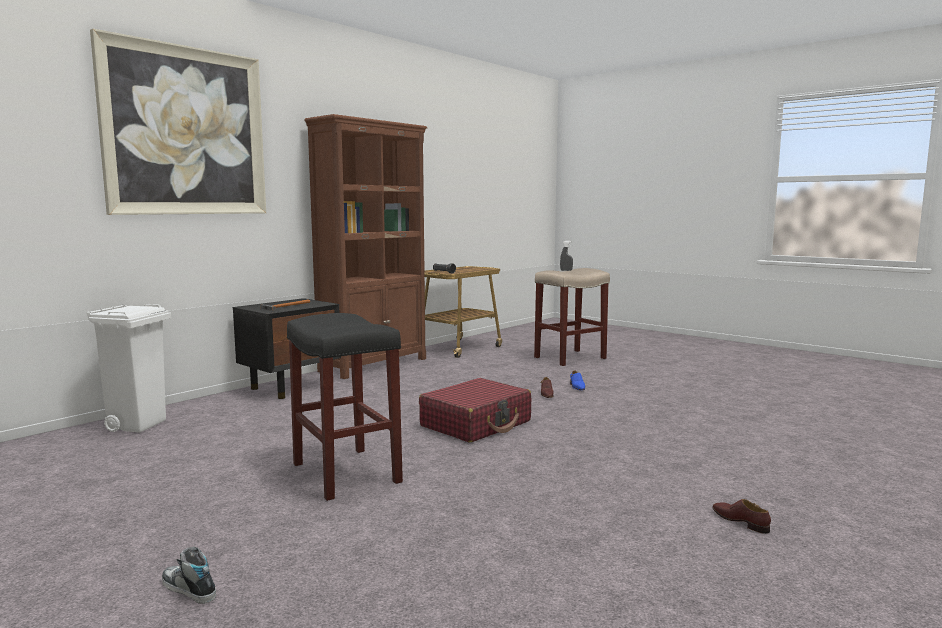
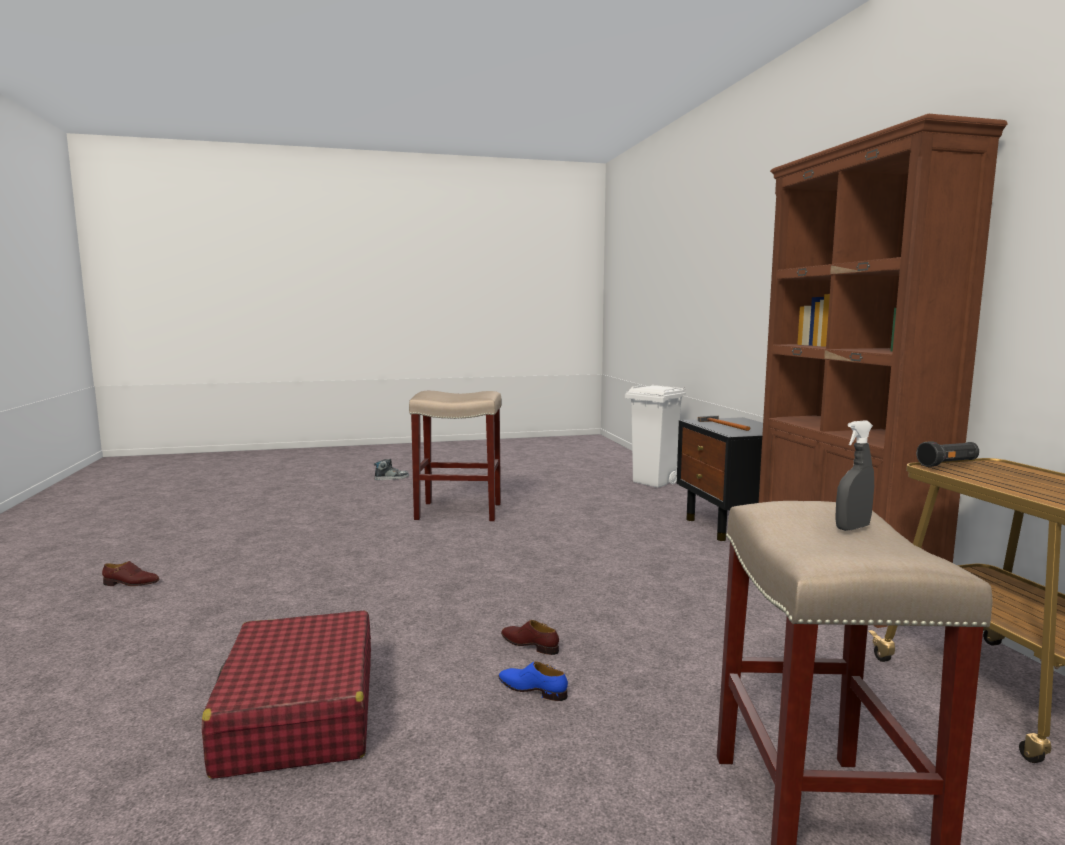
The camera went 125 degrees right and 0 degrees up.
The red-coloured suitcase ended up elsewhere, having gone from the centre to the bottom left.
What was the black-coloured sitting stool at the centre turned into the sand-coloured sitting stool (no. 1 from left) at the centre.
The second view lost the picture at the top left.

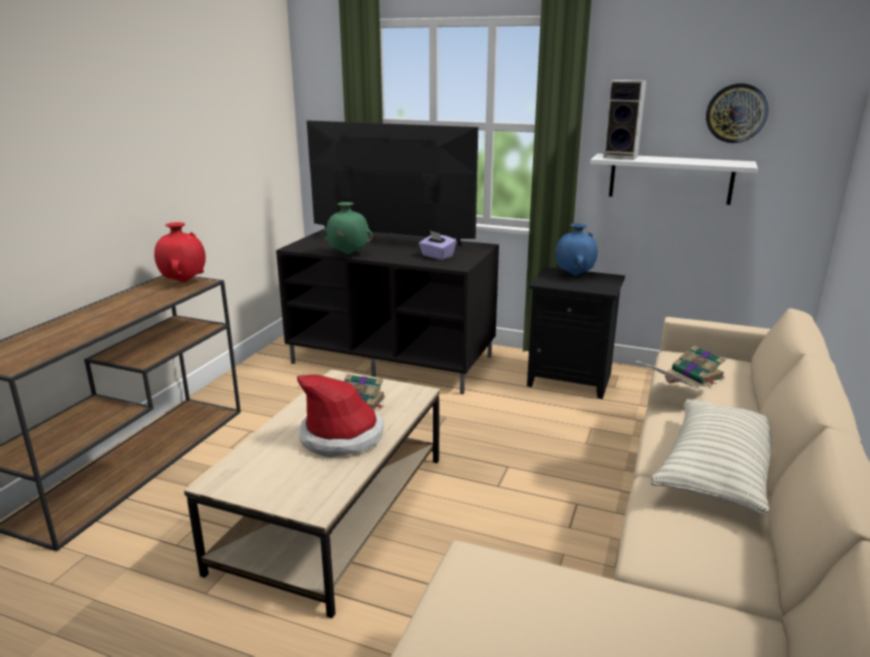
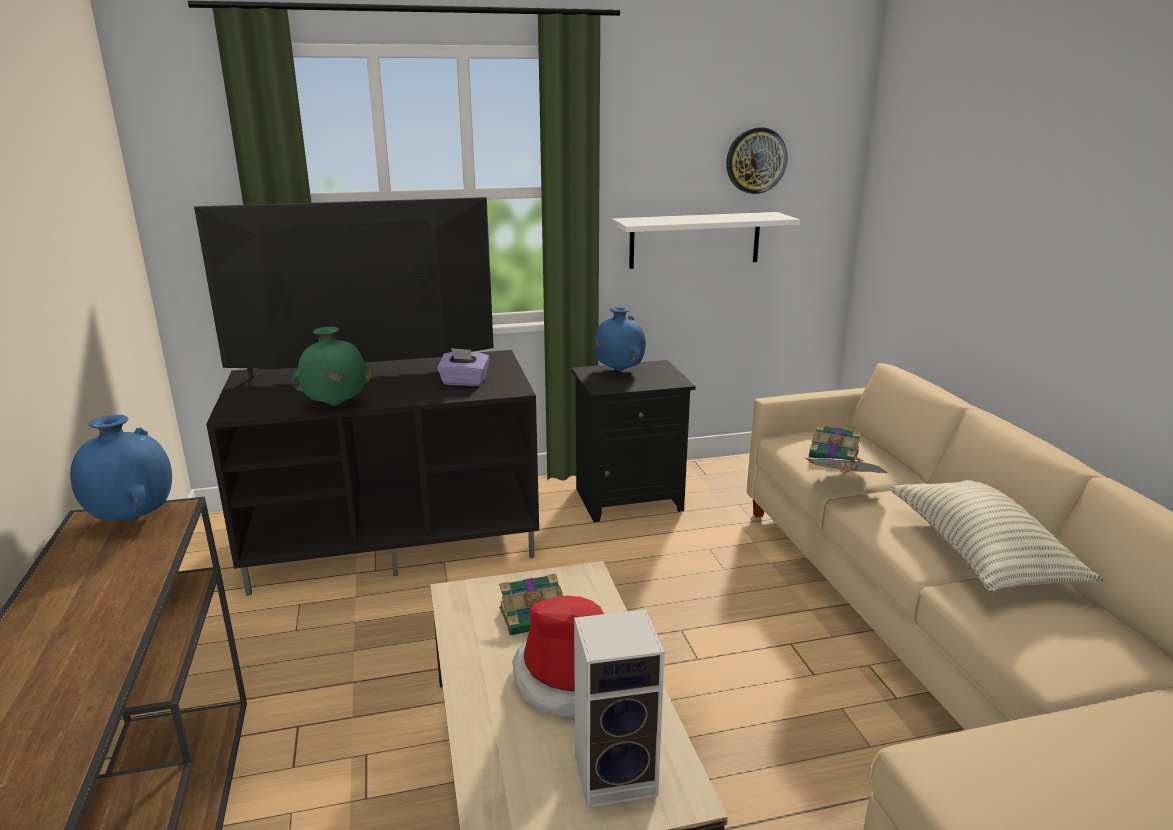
The camera went 35 degrees left and 0 degrees up.
What was the red-coloured flower vase at the middle left turned into the blue flower vase (no. 1 from left) at the middle left.
The speaker ended up elsewhere, having gone from the top right to the bottom centre.

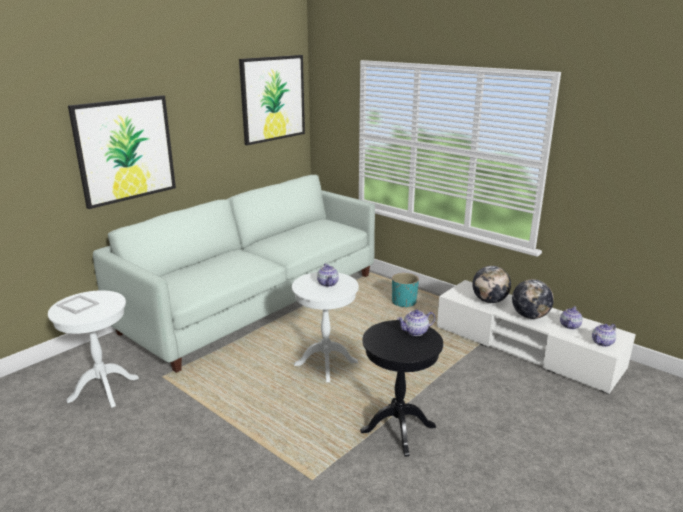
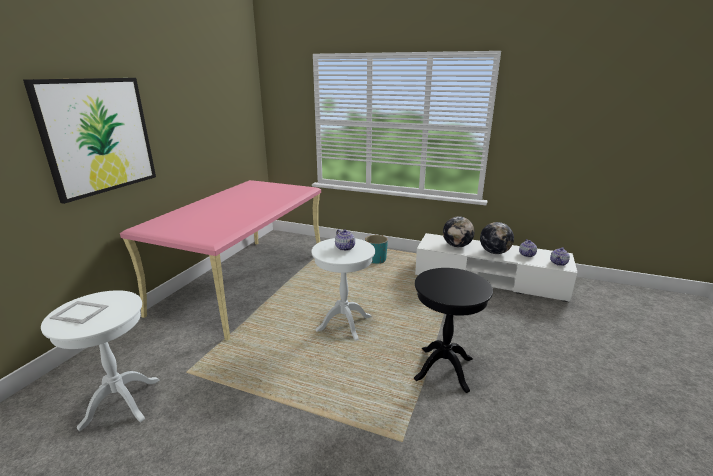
The camera went 20 degrees left and 0 degrees up.
Where the white-coloured settee stood at the centre, the pink-coloured desk came to stand at the middle left.
The second view lost the picture (no. 2 from left) at the top centre.
The second view lost the teapot (no. 2 from left) at the centre.

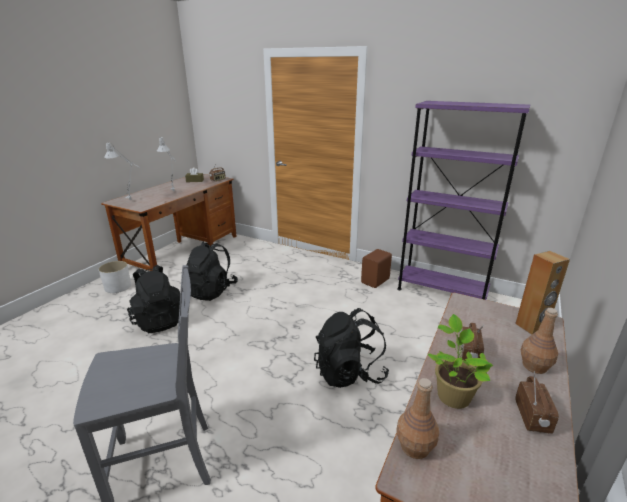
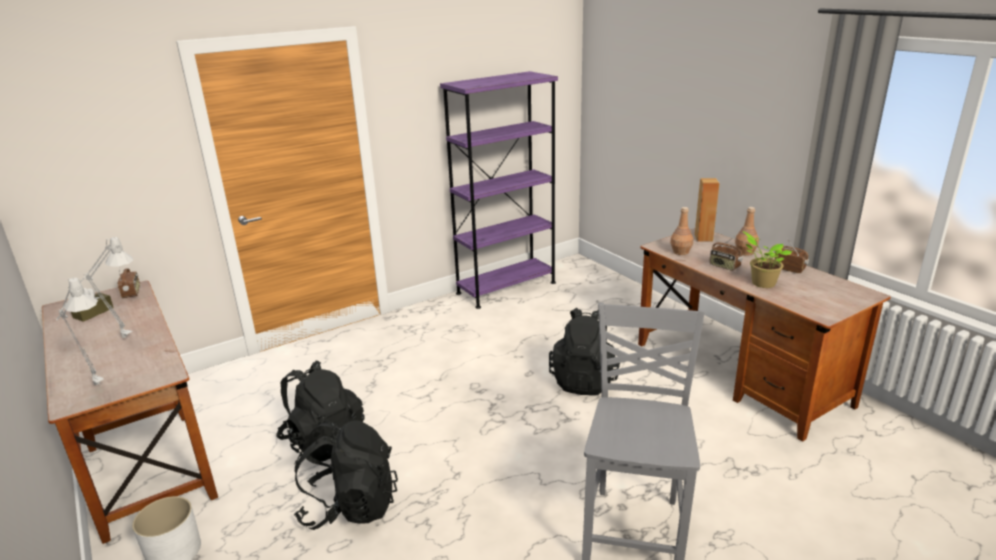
The camera went 60 degrees left and 0 degrees up.
The brown drink bottle (no. 1 from left) ended up elsewhere, having gone from the bottom right to the middle right.
The second view lost the brown speaker (no. 1 from left) at the centre.

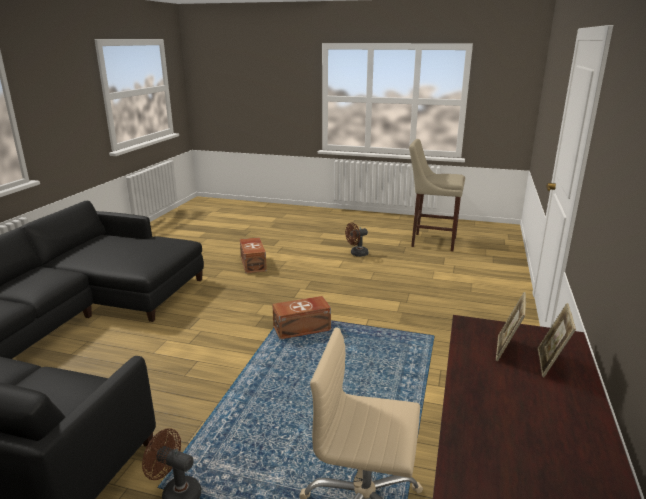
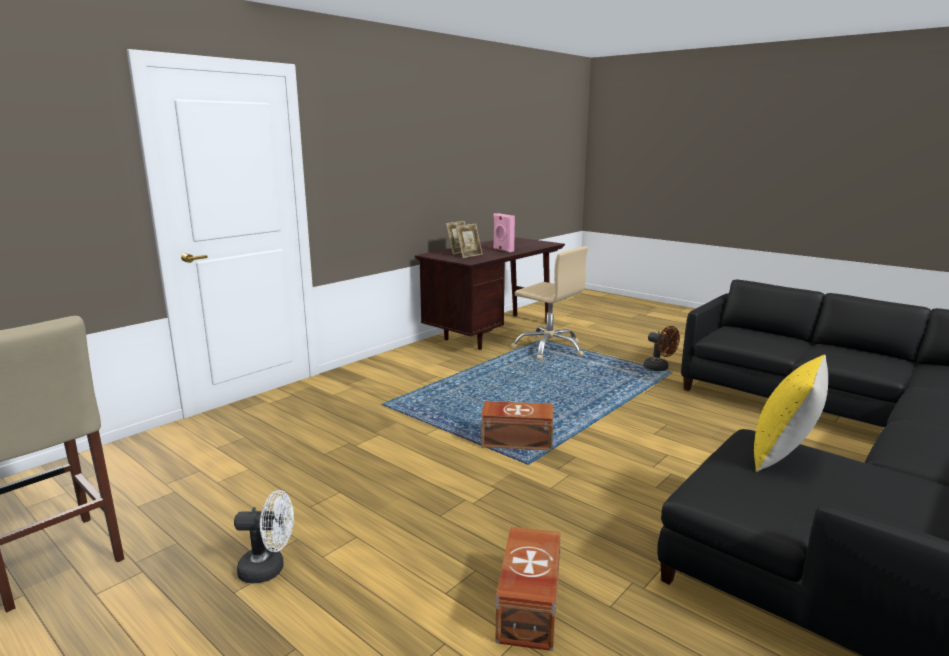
The camera went 155 degrees left and 5 degrees down.
What was the brown electric fan (no. 2 from left) at the centre turned into the white-coloured electric fan at the bottom left.
The second view gained the pink-coloured speaker at the centre.
The second view gained the yellowish cushion at the middle right.

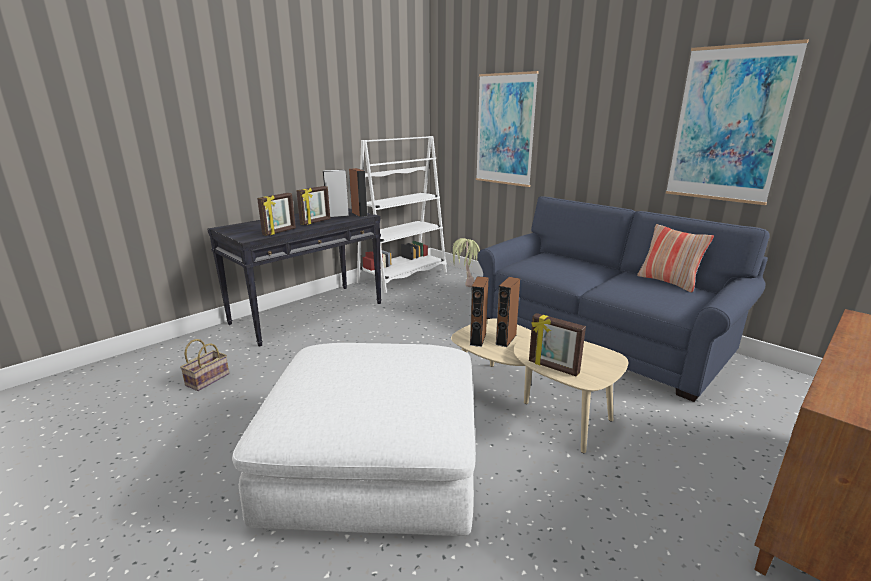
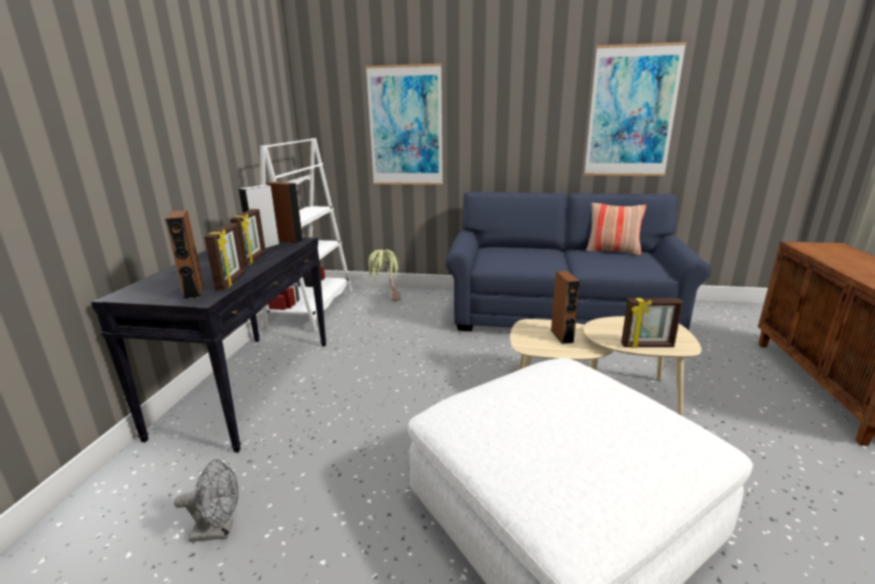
The camera went 35 degrees left and 0 degrees up.
The brown speaker (no. 2 from left in the first image) ended up elsewhere, having gone from the centre to the middle left.
Where the basket stood at the middle left, the grey electric fan came to stand at the bottom left.

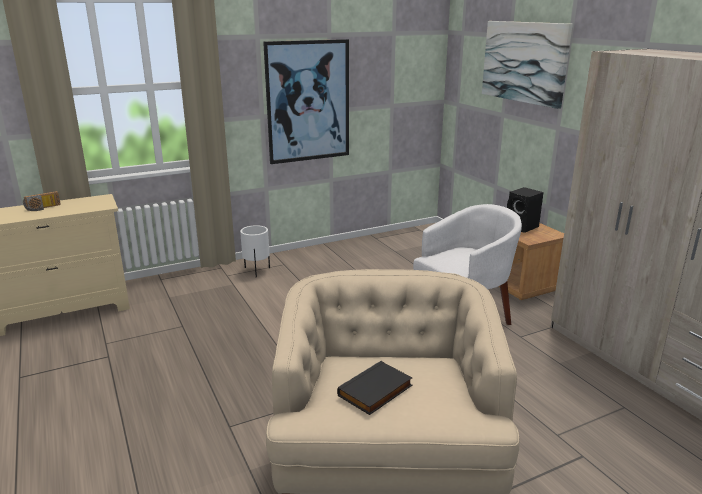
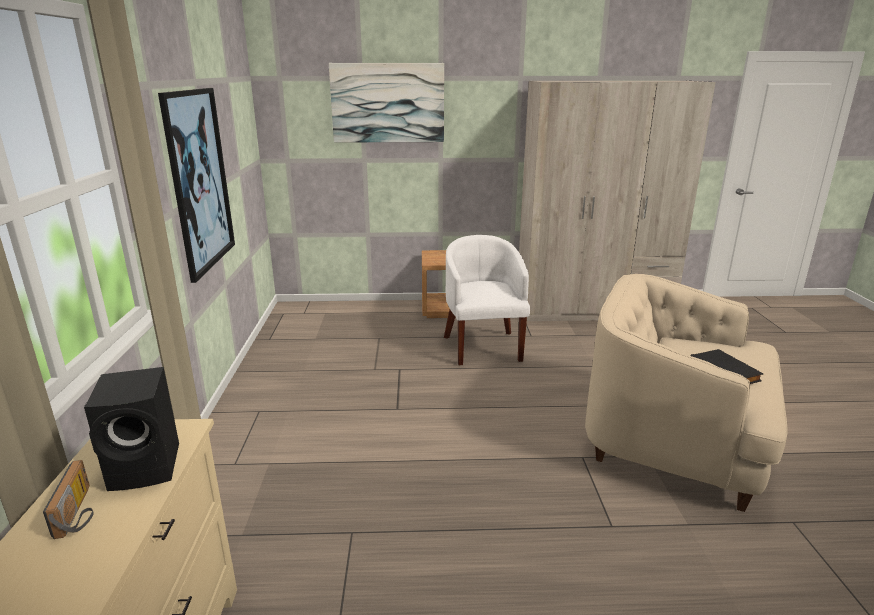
The camera went 65 degrees left and 0 degrees up.
The black-coloured speaker ended up elsewhere, having gone from the middle right to the bottom left.
The second view lost the white-coloured plant pot at the centre.

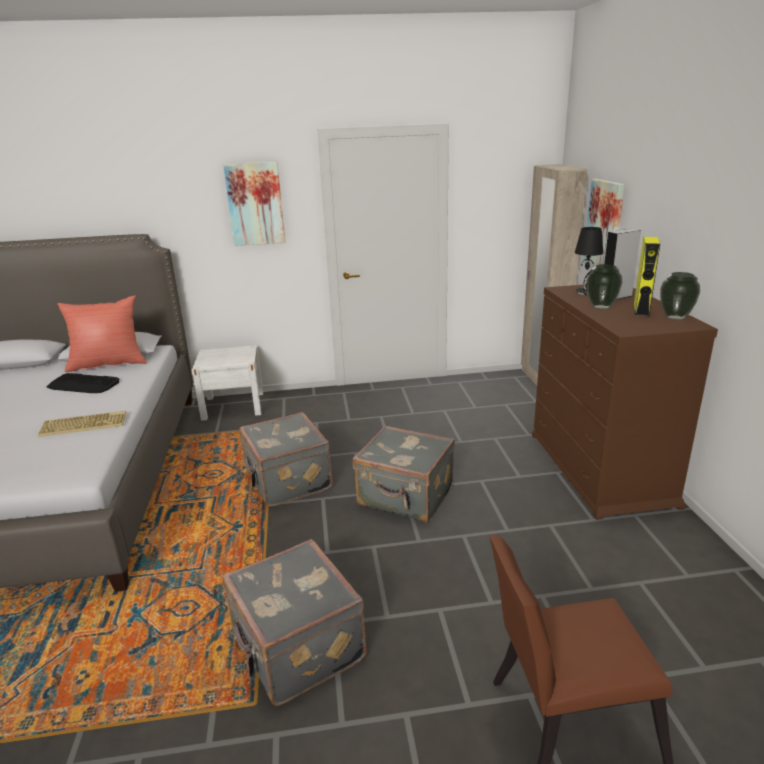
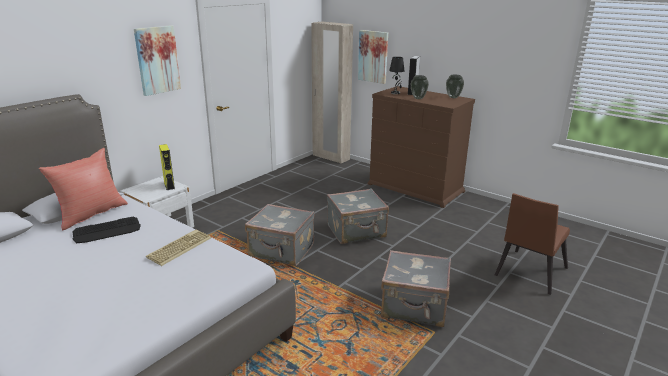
The camera went 45 degrees left and 0 degrees up.
The yellowish speaker ended up elsewhere, having gone from the middle right to the middle left.

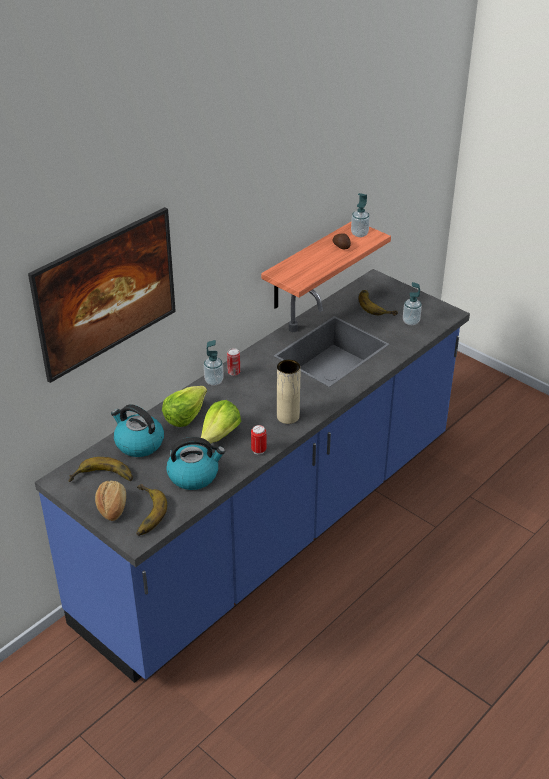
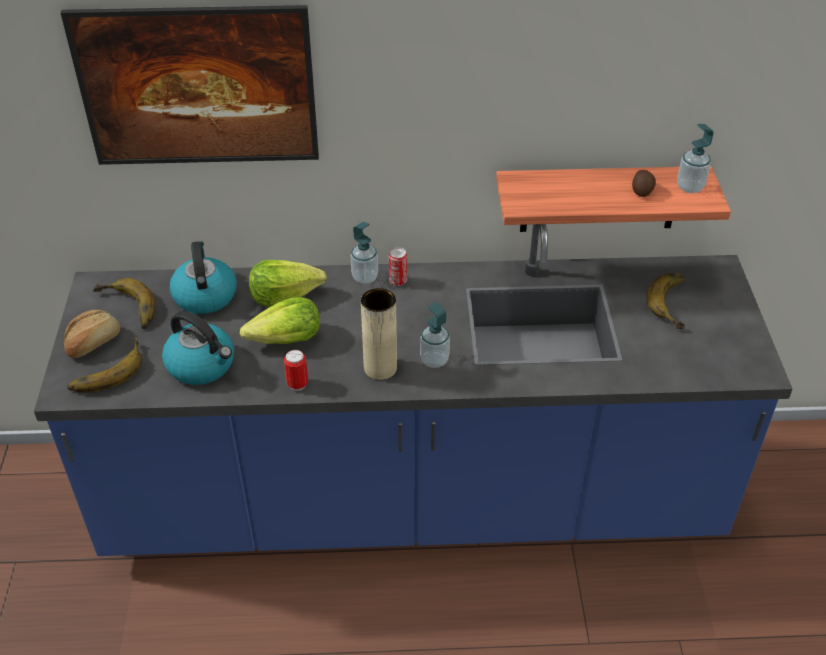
The camera went 45 degrees right and 5 degrees up.
The soap dispenser (no. 3 from left in the first image) ended up elsewhere, having gone from the middle right to the centre.

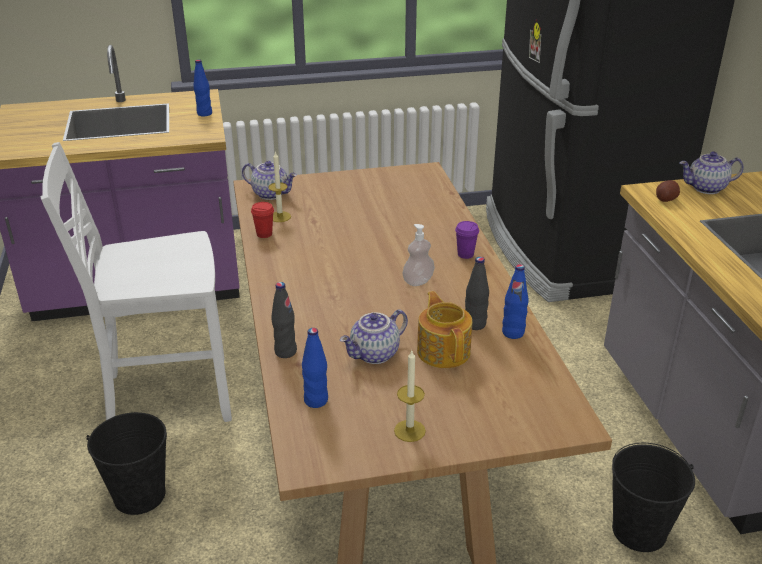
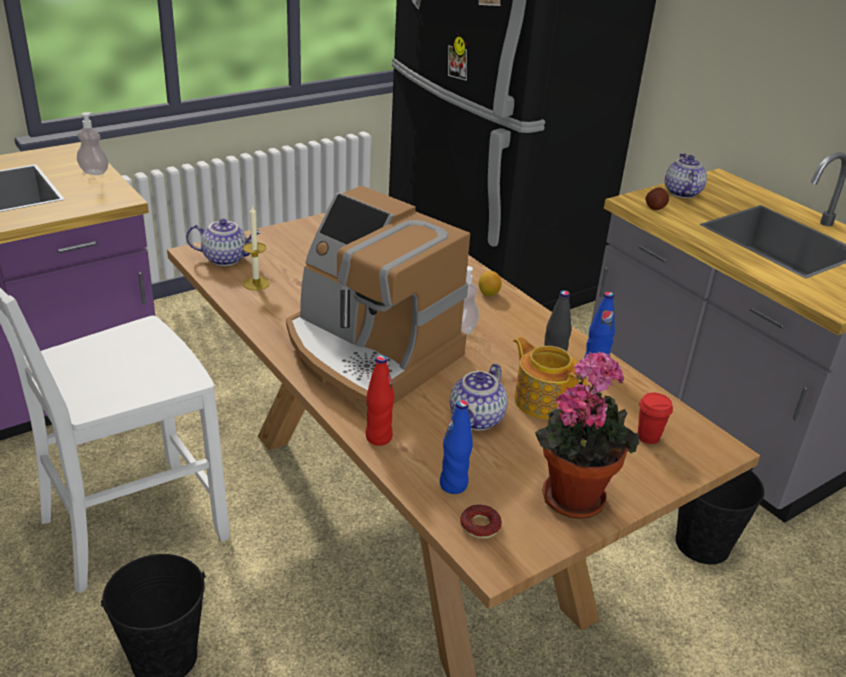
The camera went 25 degrees left and 0 degrees up.
Where the blue drink bottle (no. 1 from left) stood at the top left, the soap dispenser (no. 1 from left) came to stand at the top left.
The second view gained the coffee machine at the centre.
What was the black-coloured drink bottle (no. 1 from left) at the centre turned into the red-coloured drink bottle at the centre.
The second view gained the donut at the bottom centre.
Where the purplish small cup stood at the centre, the lemon came to stand at the centre.
Where the wax light (no. 2 from left) stood at the bottom centre, the houseplant came to stand at the middle right.
The red-coloured small cup ended up elsewhere, having gone from the centre to the middle right.
The teapot (no. 4 from left) at the top right ended up facing another way, 120 degrees clockwise from before.

